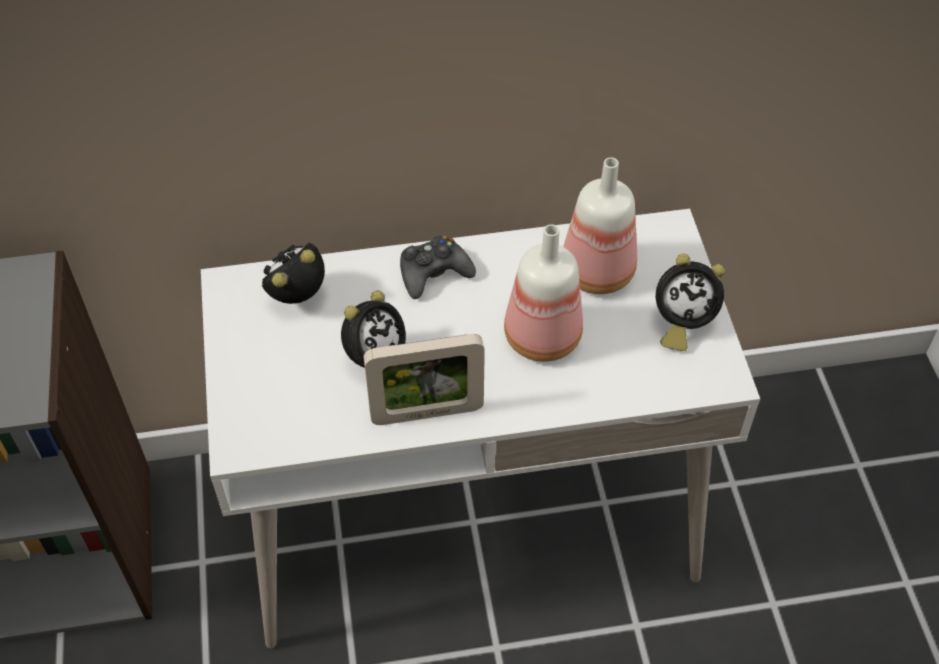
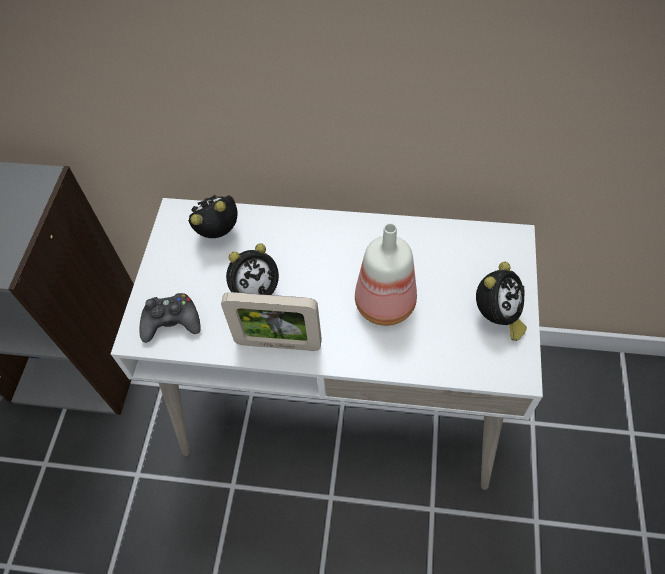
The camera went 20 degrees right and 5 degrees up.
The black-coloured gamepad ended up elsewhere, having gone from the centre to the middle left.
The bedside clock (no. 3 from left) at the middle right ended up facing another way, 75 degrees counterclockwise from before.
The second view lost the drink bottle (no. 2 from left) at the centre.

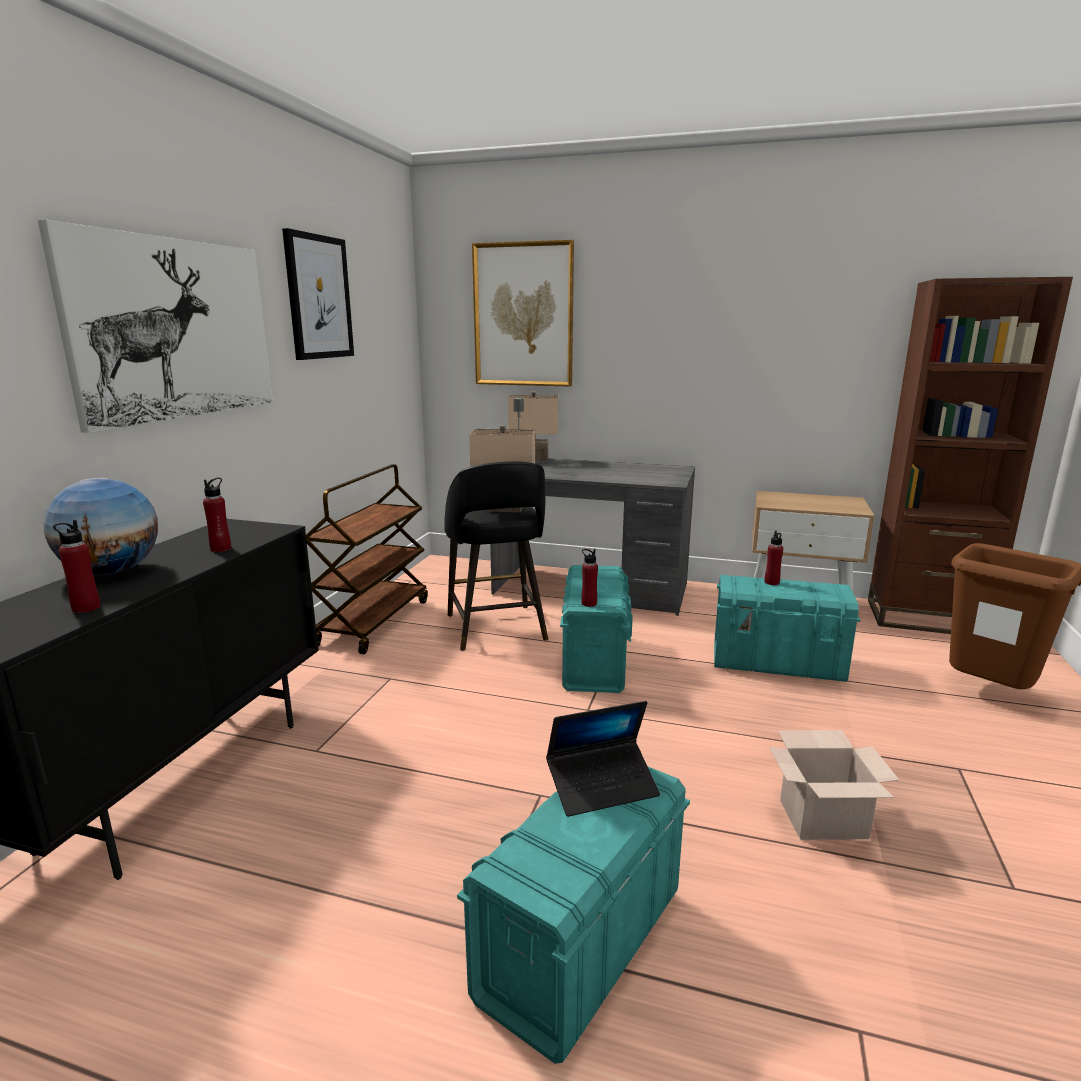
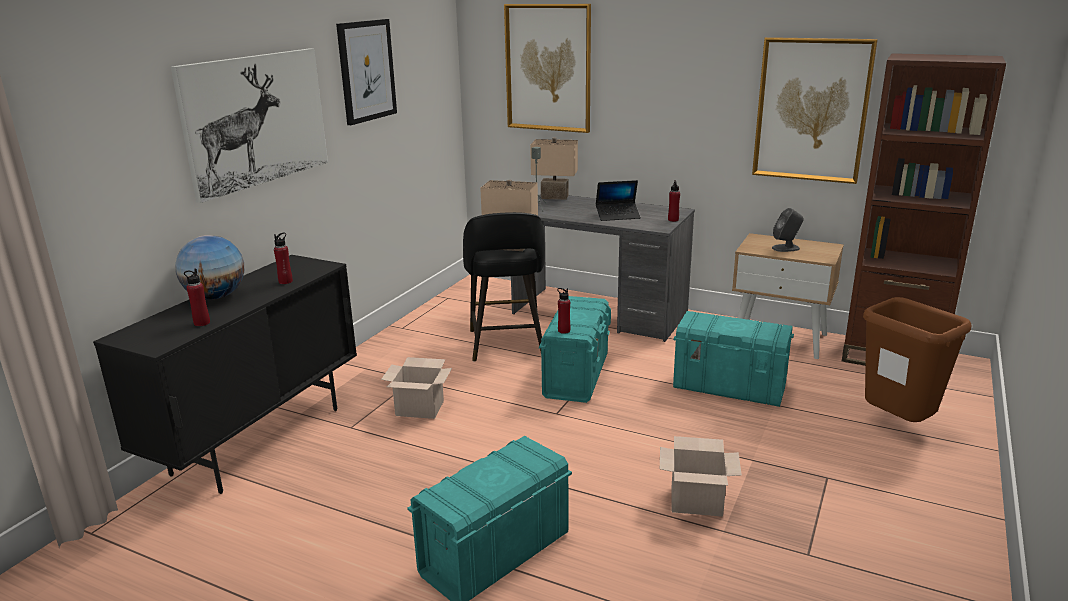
The camera went 10 degrees right and 5 degrees up.
The second view gained the cardboard box (no. 1 from left) at the centre.
The notebook computer ended up elsewhere, having gone from the bottom centre to the top centre.
The red-coloured drink bottle (no. 4 from left) ended up elsewhere, having gone from the middle right to the centre.
The second view gained the picture (no. 4 from left) at the top right.
The second view gained the grey speaker (no. 2 from left) at the middle right.
The second view lost the brown cart at the centre.

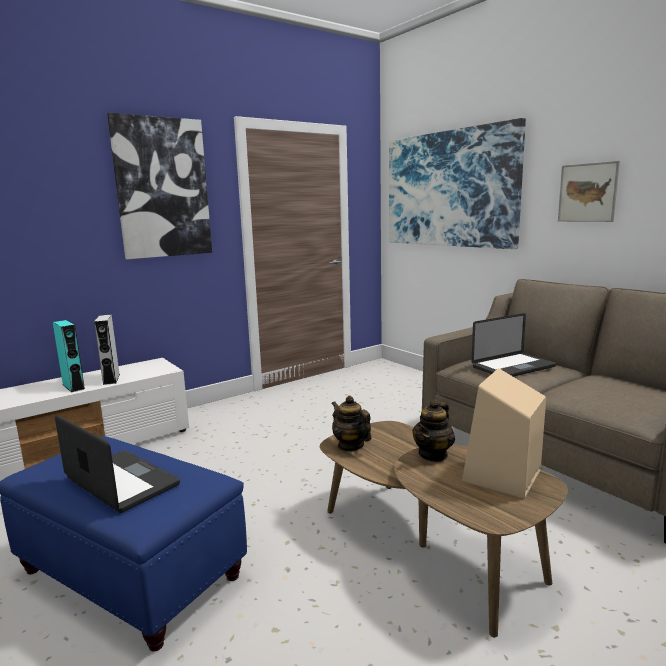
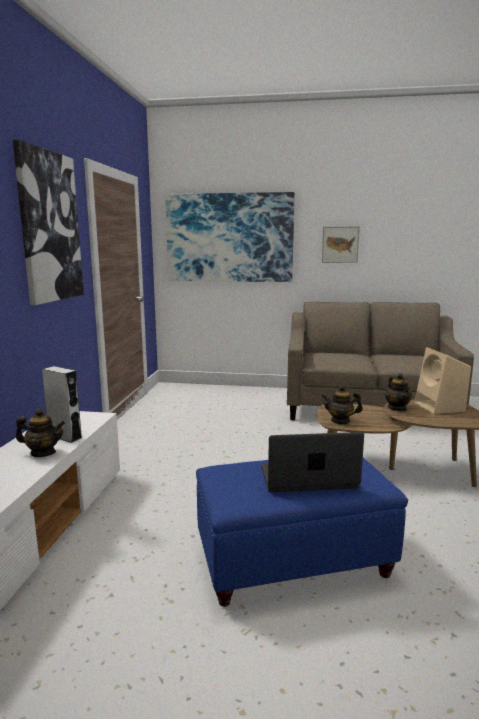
The camera went 45 degrees left and 0 degrees up.
Where the turquoise-coloured speaker stood at the middle left, the teapot (no. 1 from left) came to stand at the middle left.
The second view lost the notebook computer (no. 2 from left) at the middle right.

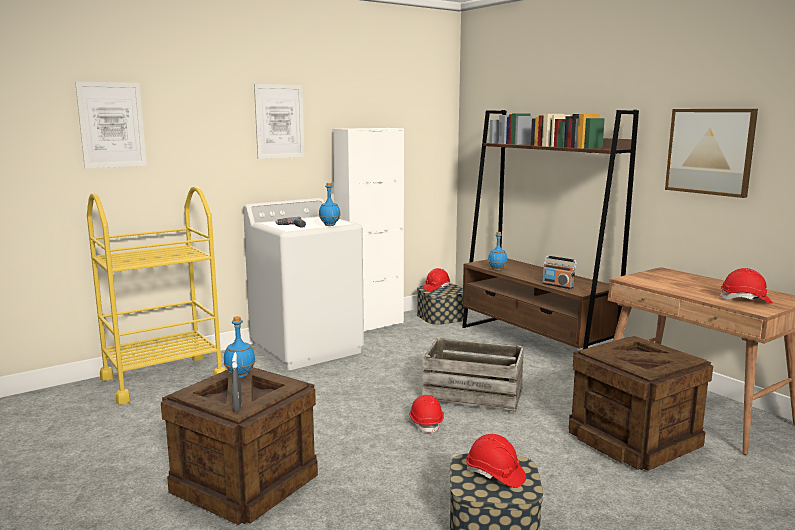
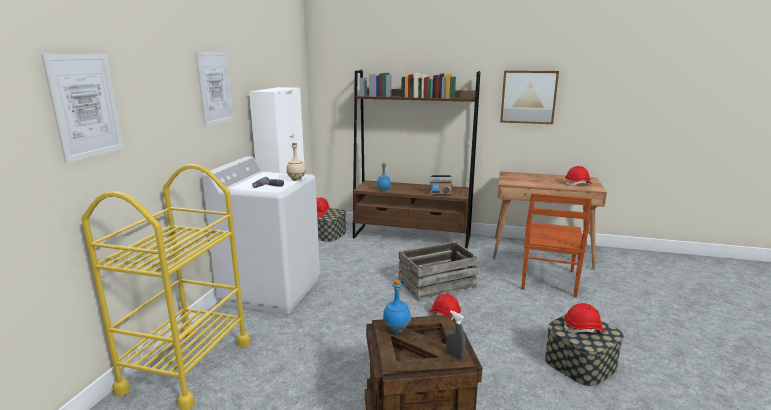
The camera went 40 degrees left and 5 degrees up.
What was the blue drink bottle (no. 2 from left) at the centre turned into the sand-coloured drink bottle at the centre.
Where the packing crate (no. 3 from left) stood at the bottom right, the brown plain chair came to stand at the middle right.

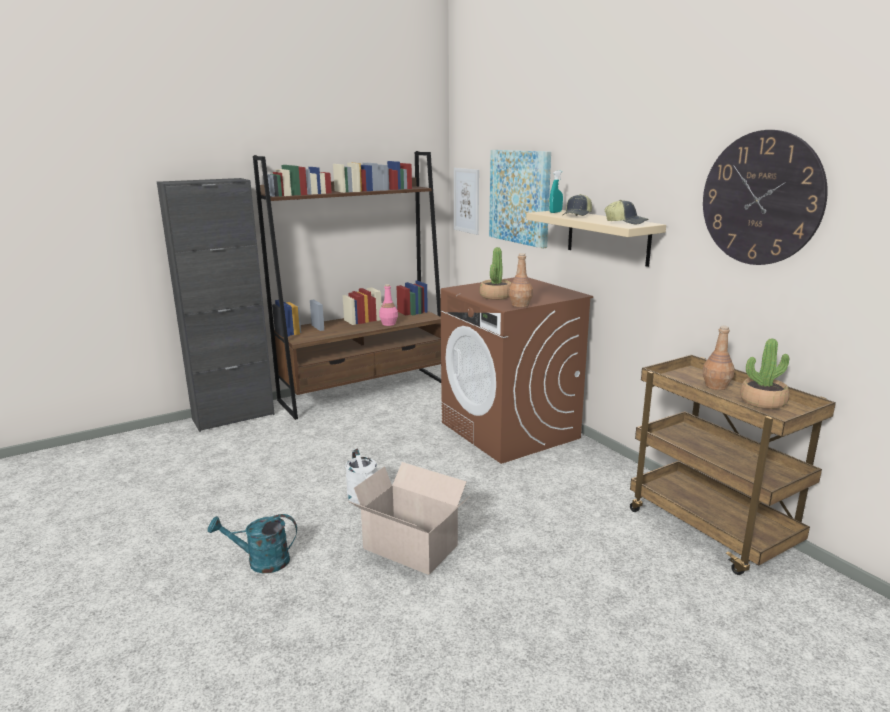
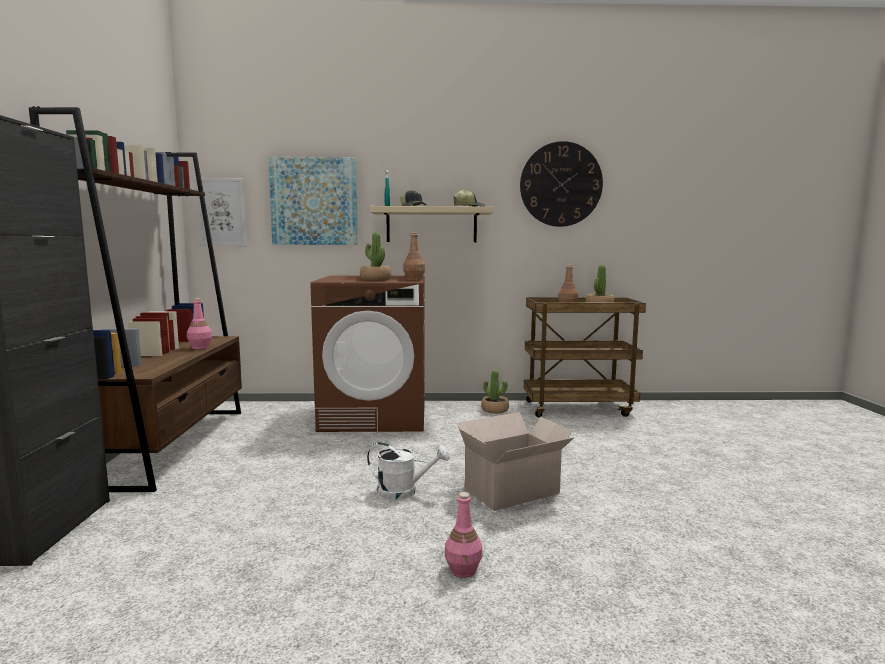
The camera went 60 degrees left and 10 degrees down.
Where the turquoise-coloured sprinkling can stood at the bottom left, the pink-coloured drink bottle (no. 2 from left) came to stand at the bottom centre.
The second view gained the houseplant (no. 2 from left) at the centre.

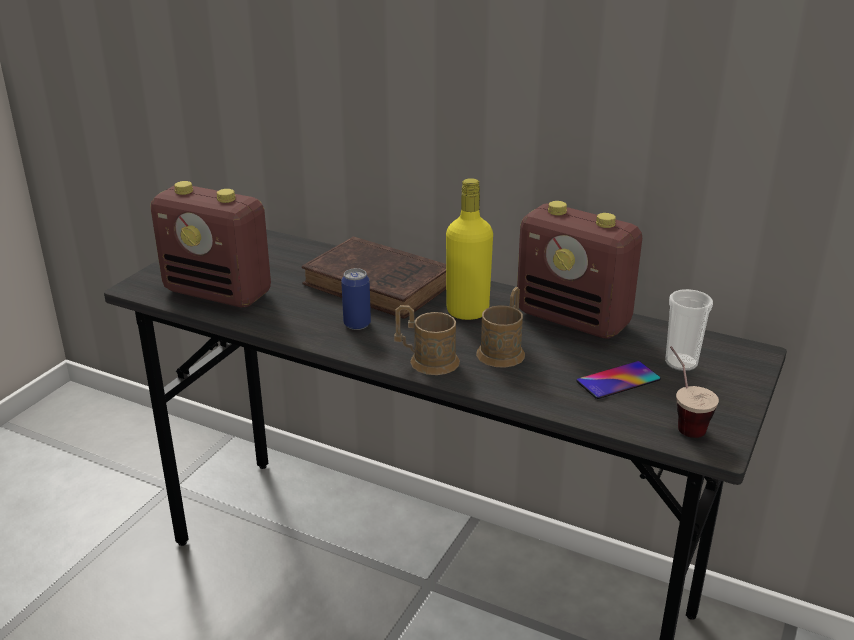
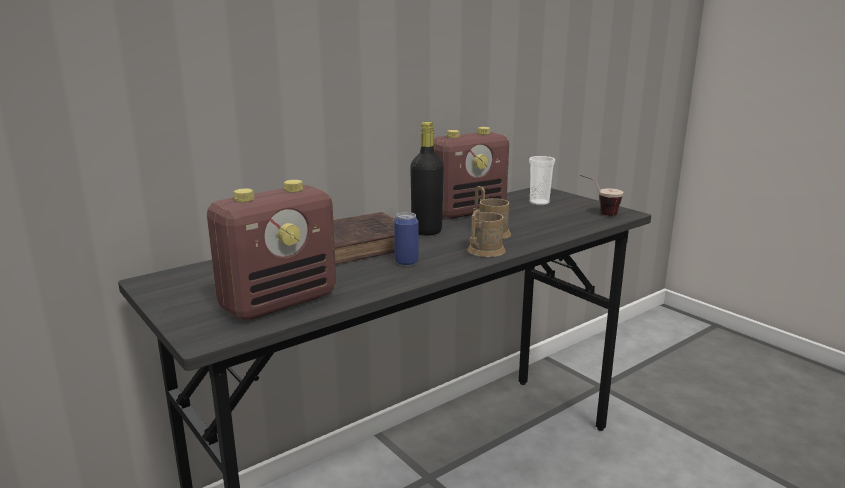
The camera went 65 degrees left and 10 degrees down.
What was the yellowish drink bottle at the centre turned into the black-coloured drink bottle at the centre.
The second view lost the handset at the middle right.

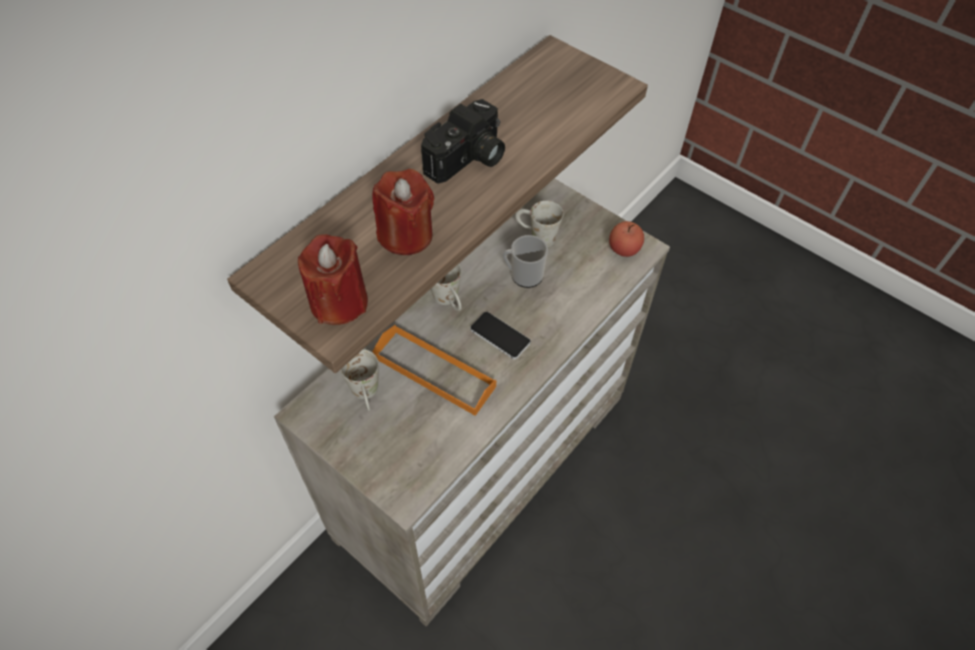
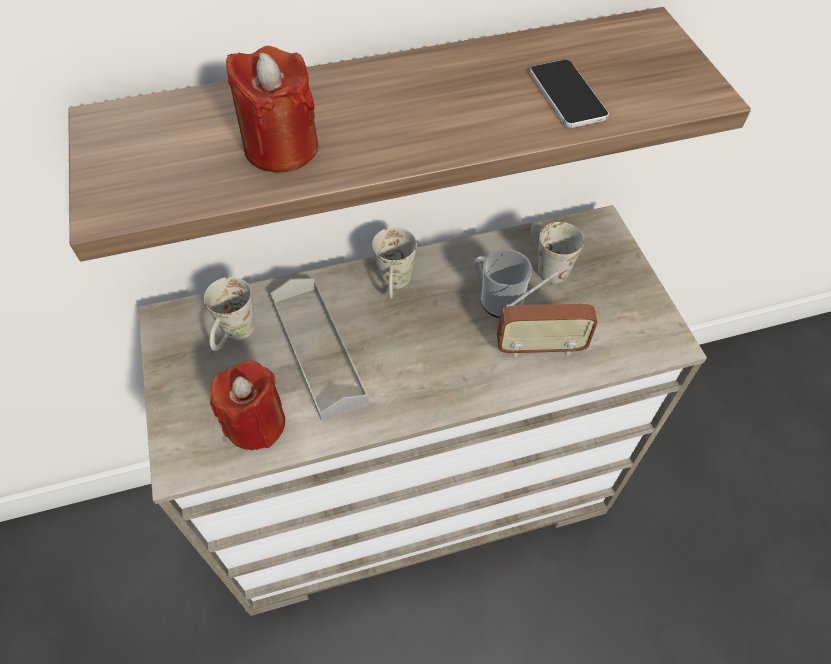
The camera went 35 degrees right and 0 degrees up.
The red-coloured wax light (no. 1 from left) ended up elsewhere, having gone from the centre to the middle left.
What was the orange serving tray at the centre turned into the grey serving tray at the centre.
The second view gained the radio at the centre.
The handset ended up elsewhere, having gone from the centre to the top right.
The second view lost the still camera at the top centre.
The second view lost the apple at the centre.

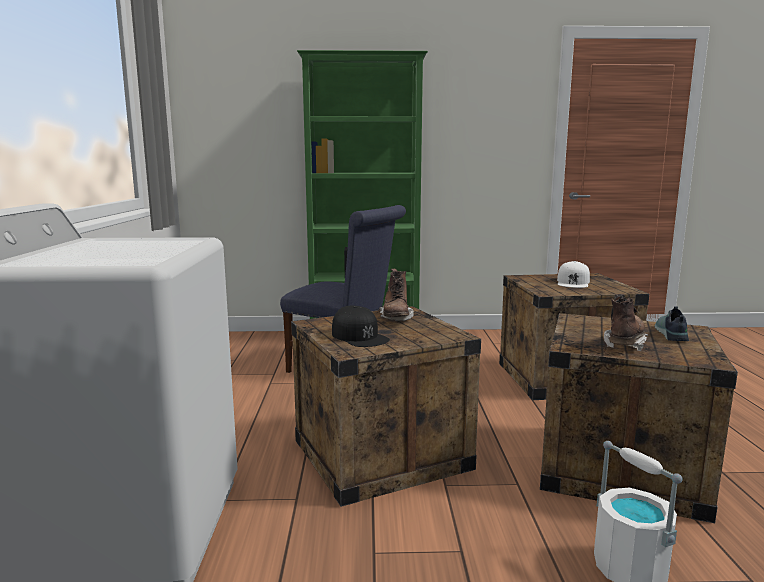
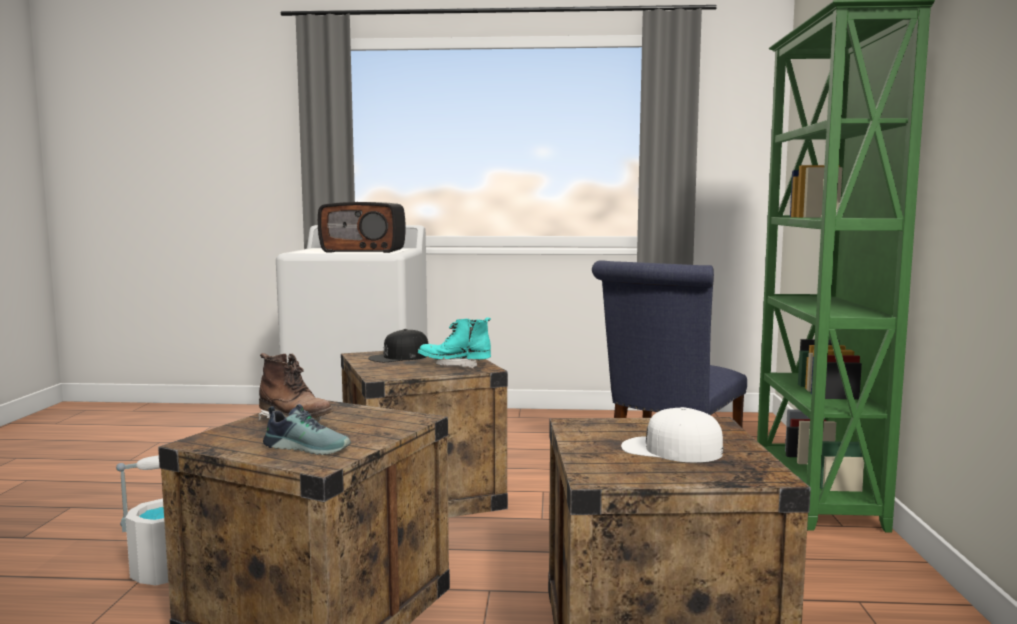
The camera went 95 degrees right and 5 degrees down.
The second view gained the radio at the centre.
What was the brown high-top boot (no. 1 from left) at the centre turned into the turquoise-coloured high-top boot at the centre.

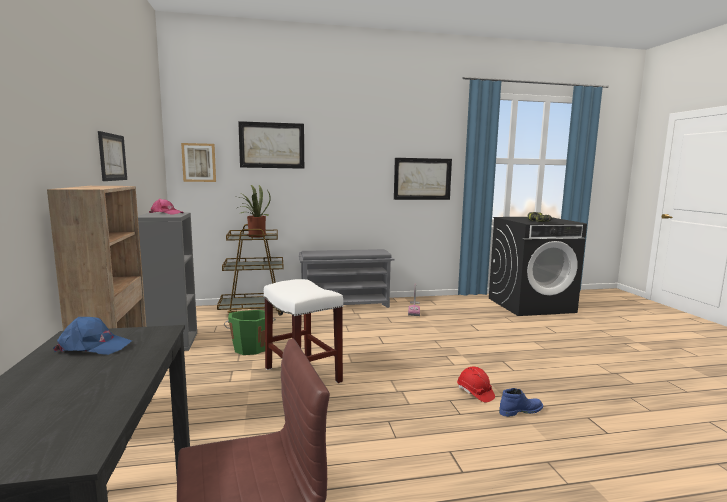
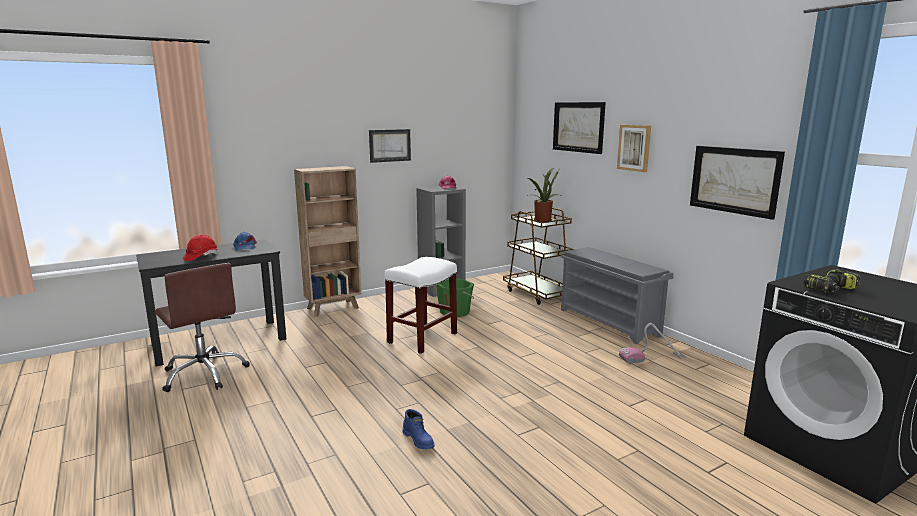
The camera went 70 degrees right and 5 degrees up.
The red-coloured hard hat ended up elsewhere, having gone from the bottom centre to the middle left.
The picture (no. 2 from left in the first image) ended up elsewhere, having gone from the top left to the top right.

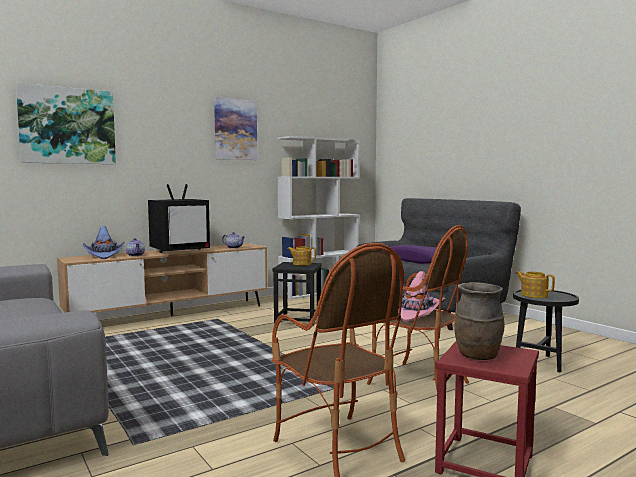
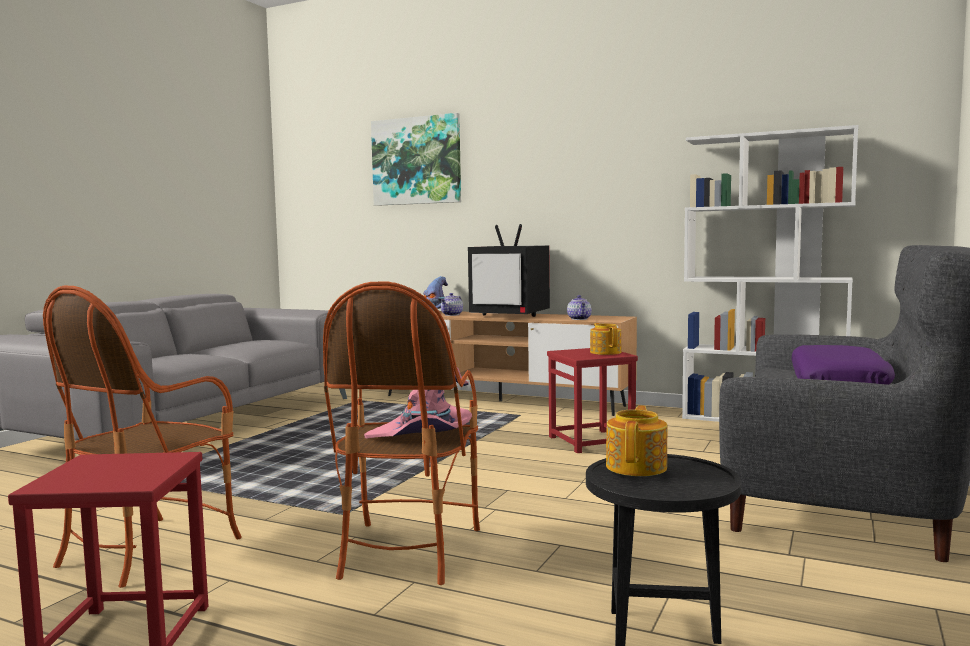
The camera went 60 degrees right and 0 degrees up.
What was the black-coloured sitting stool at the centre turned into the red-coloured sitting stool (no. 2 from left) at the centre.
The second view lost the picture (no. 2 from left) at the top centre.
The second view lost the brown flower vase at the bottom right.

